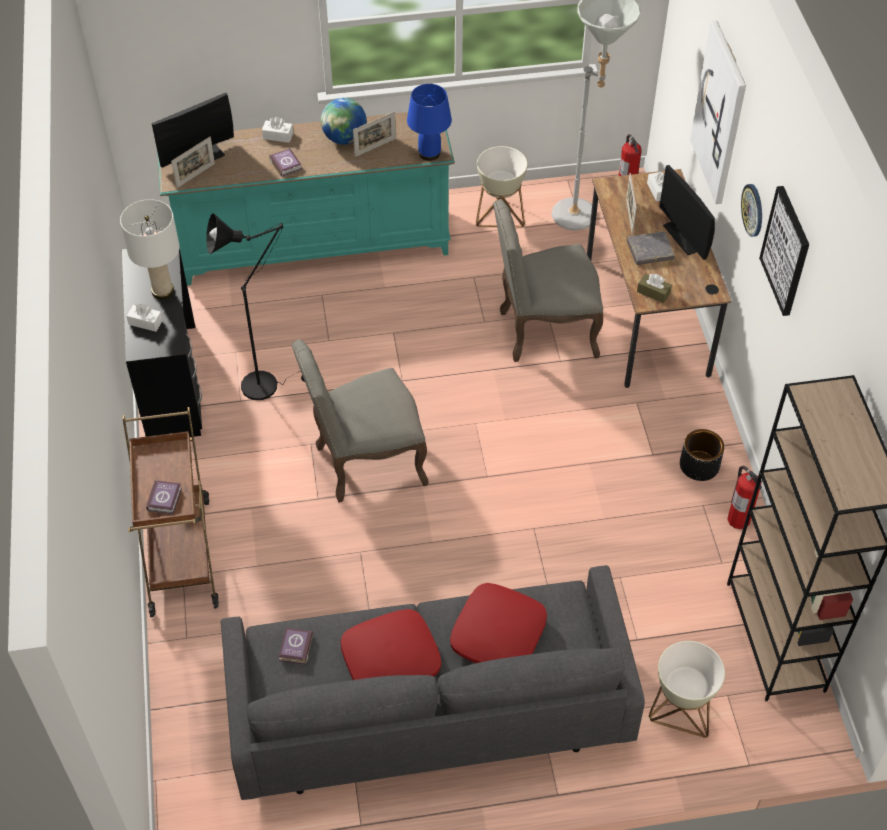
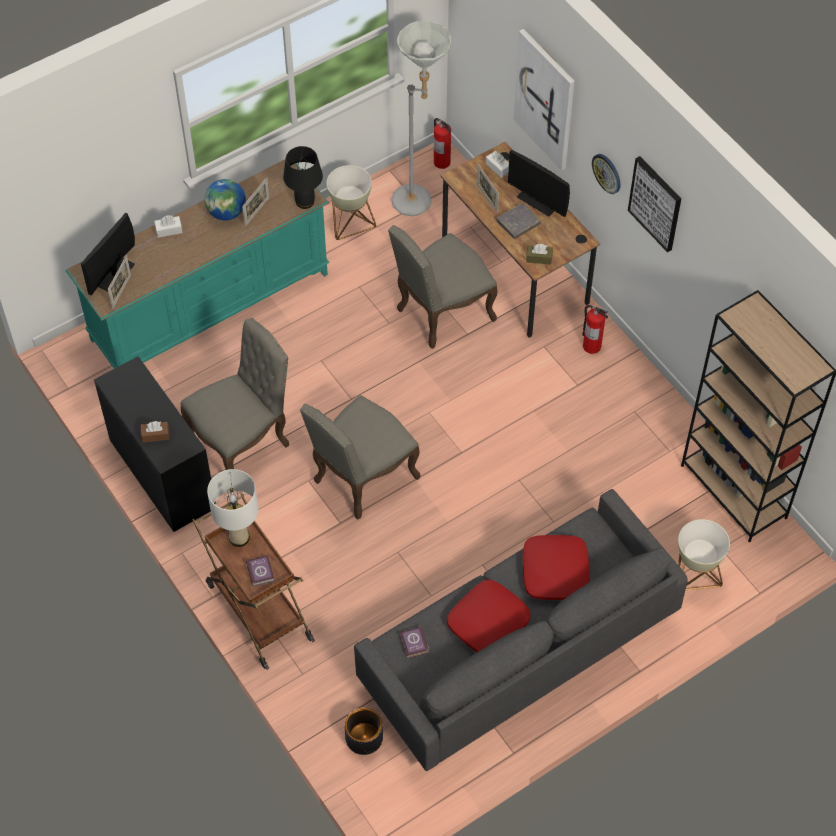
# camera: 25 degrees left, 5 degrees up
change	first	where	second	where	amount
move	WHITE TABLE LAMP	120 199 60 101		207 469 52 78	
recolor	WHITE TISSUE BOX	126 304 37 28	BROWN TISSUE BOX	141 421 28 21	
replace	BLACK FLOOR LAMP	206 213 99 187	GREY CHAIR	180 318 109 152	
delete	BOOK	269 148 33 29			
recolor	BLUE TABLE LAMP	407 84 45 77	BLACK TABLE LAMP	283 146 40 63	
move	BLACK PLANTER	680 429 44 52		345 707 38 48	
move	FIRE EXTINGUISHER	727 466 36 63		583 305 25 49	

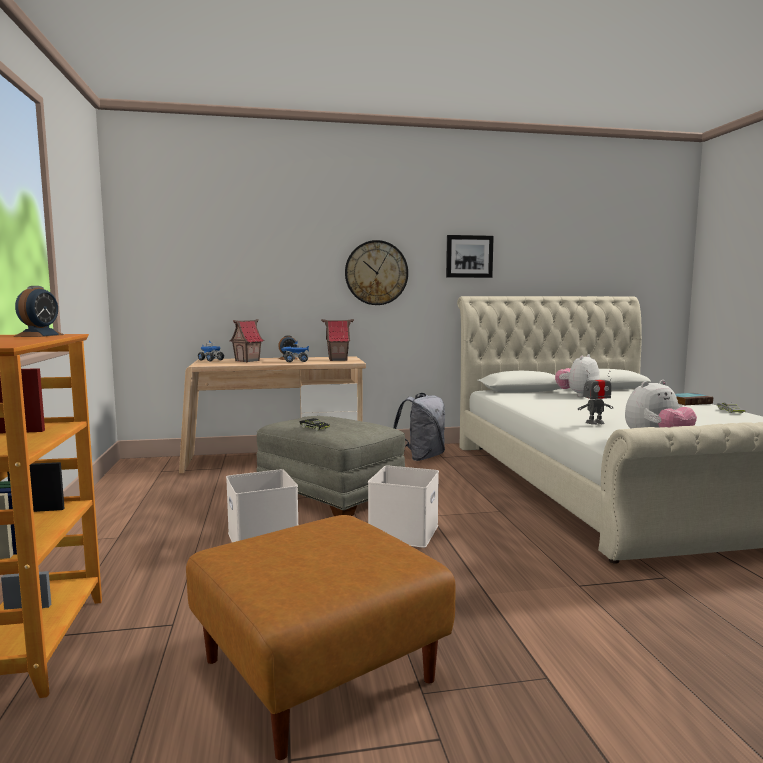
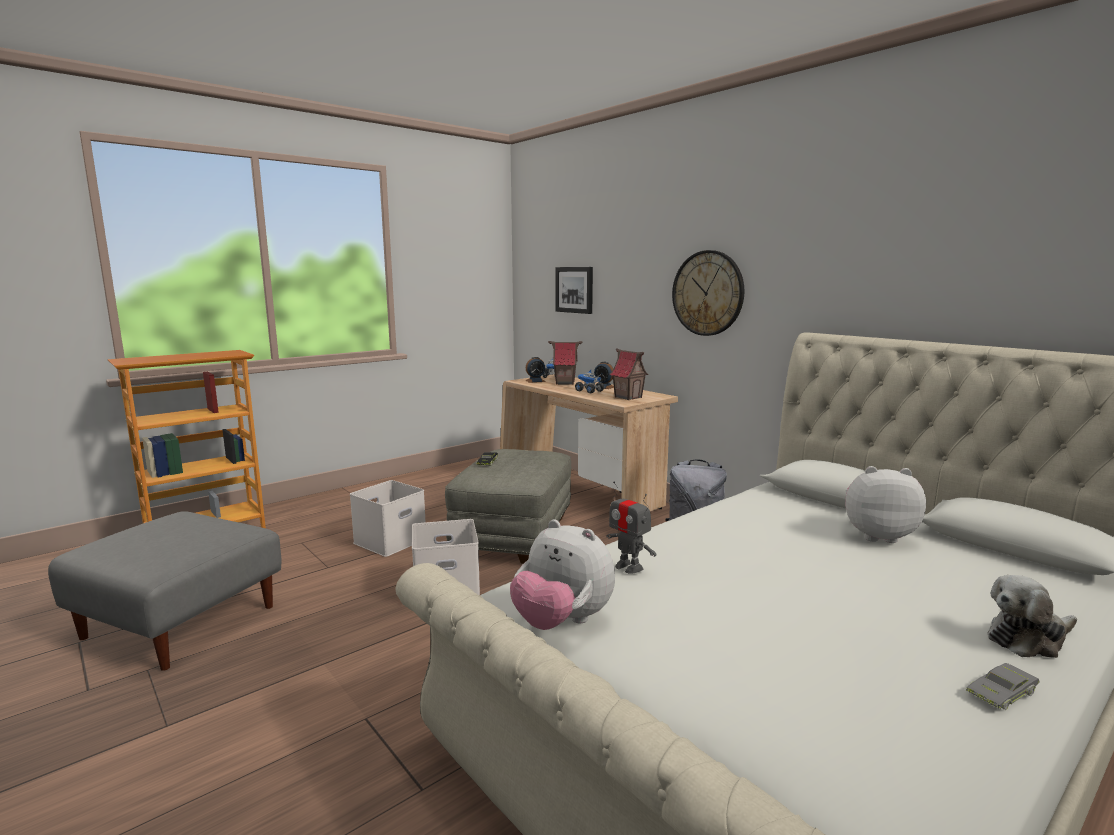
# camera: 60 degrees right, 5 degrees up
change	first	where	second	where	amount
move	ALARM CLOCK	14 286 50 51		526 357 20 26	
recolor	BROWN OTTOMAN	186 515 270 245	GREY OTTOMAN	48 511 234 160	
move	PICTURE	446 235 48 43		555 267 38 47	
replace	BOOK	675 393 38 12	PLUSH TOY	987 575 90 83	

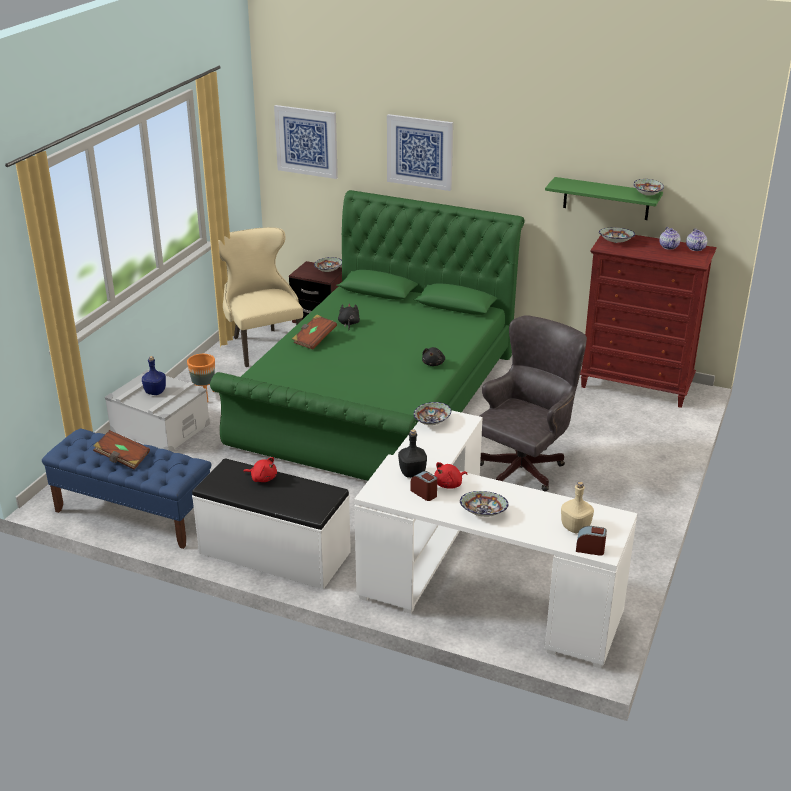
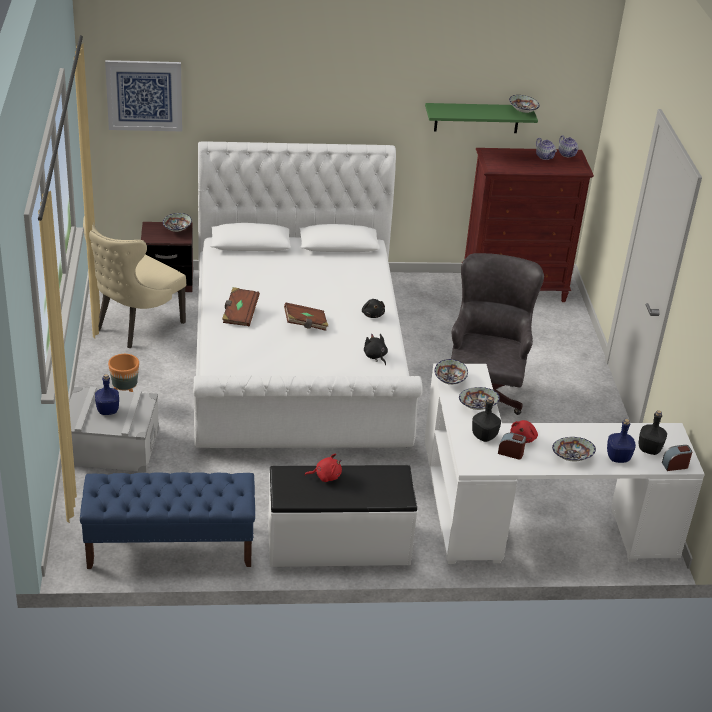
# camera: 30 degrees left, 5 degrees up
change	first	where	second	where	amount
move	BROWN BOOK	93 430 57 40		284 303 44 28	
recolor	GREEN BED	210 190 314 291	WHITE BED	193 141 230 307	
rotate	BEIGE CHAIR	218 227 85 140		83 216 103 132	90 degrees counterclockwise
move	BLACK PLUSH TOY	338 303 22 27		364 334 24 31	
delete	PICTURE	387 114 66 77			
recolor	BEIGE BOTTLE	561 482 33 51	BLACK BOTTLE	639 410 28 45	
move	BOWL	599 228 36 15		459 387 41 23	
insert			BLUE BOTTLE	607 419 29 44	

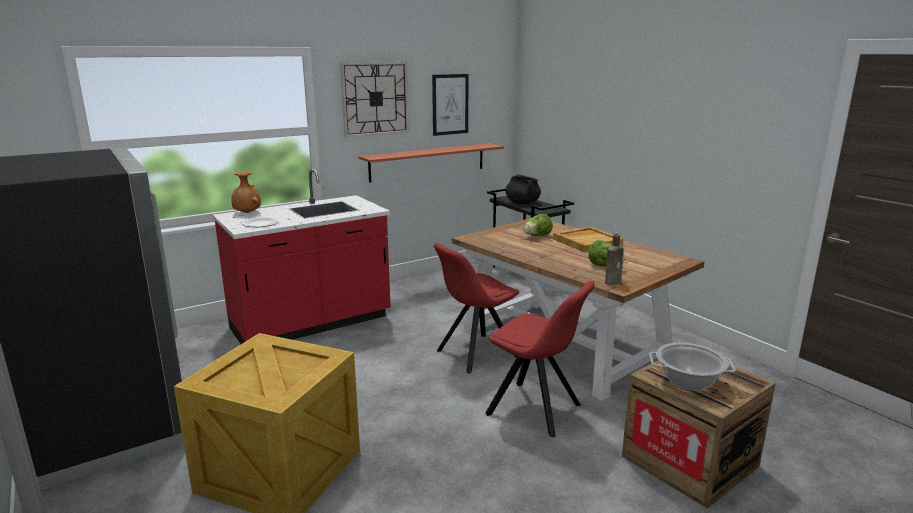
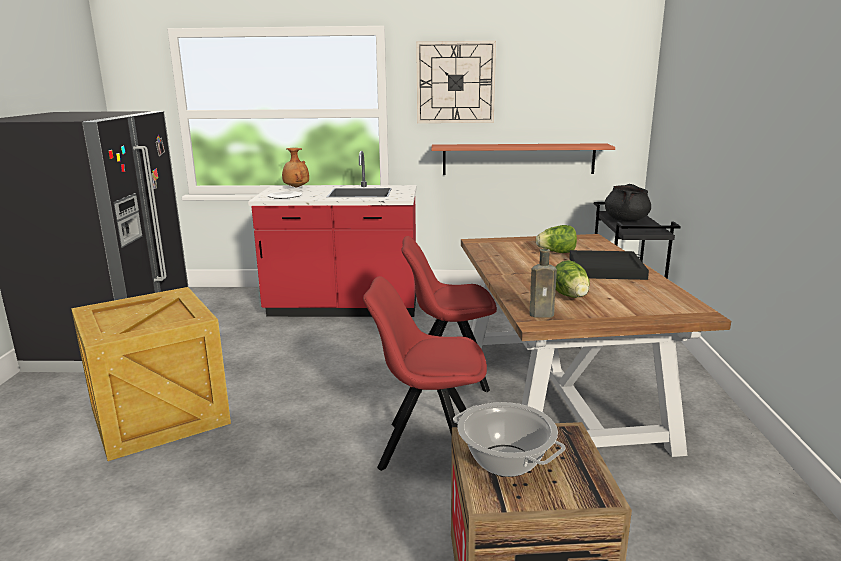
# camera: 35 degrees right, 0 degrees up
change	first	where	second	where	amount
delete	PICTURE	432 74 37 62			
rotate	RED CHAIR	485 281 110 156		363 276 124 195	120 degrees clockwise
recolor	BEIGE TRAY	553 227 70 26	BLACK TRAY	569 250 80 30	

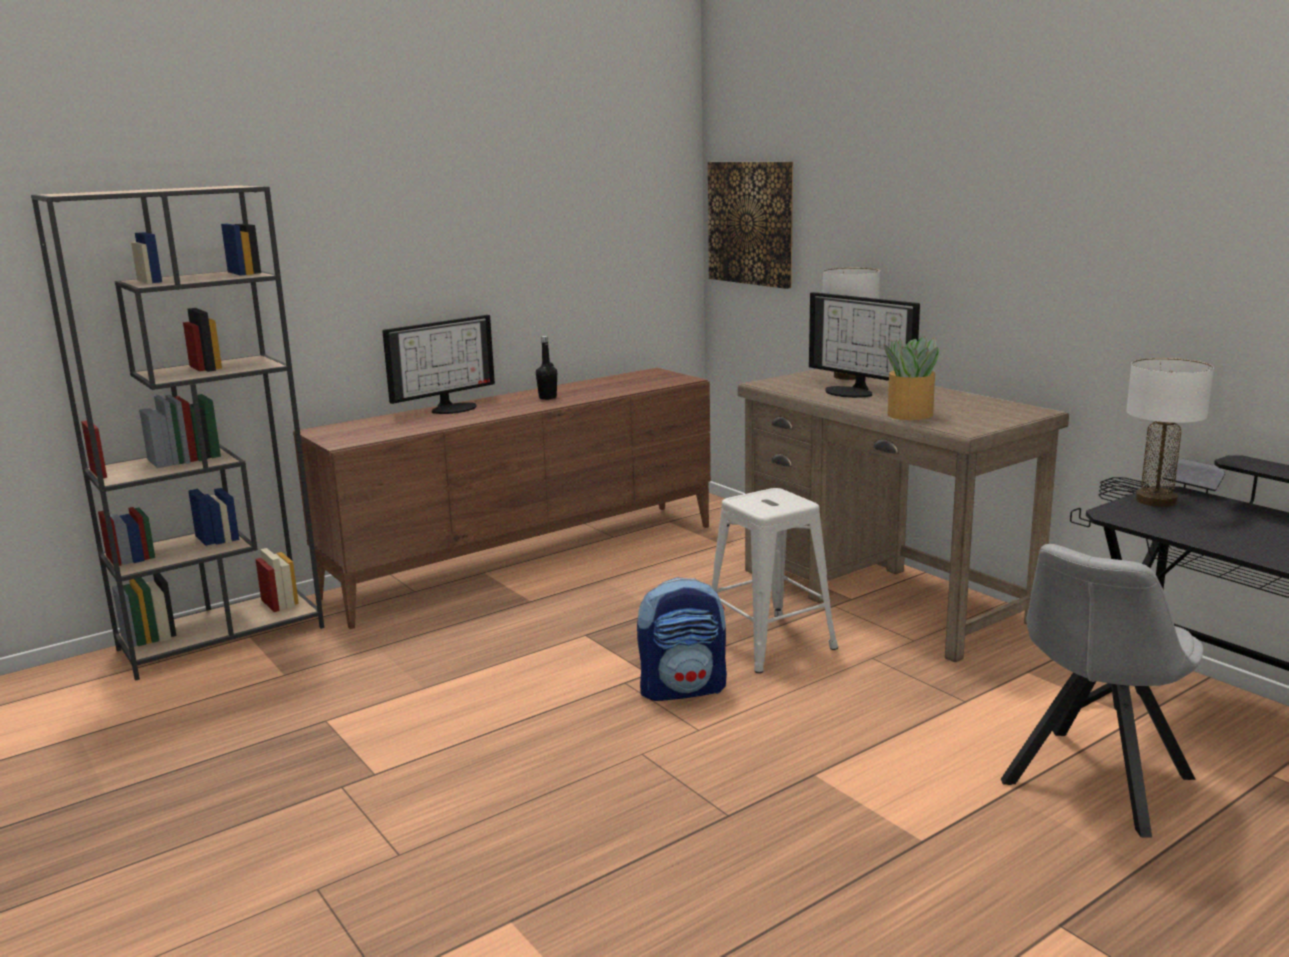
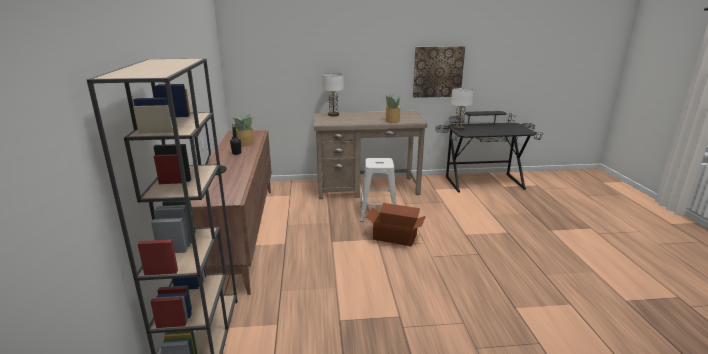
# camera: 60 degrees left, 5 degrees up
change	first	where	second	where	amount
replace	BACKPACK	637 577 90 124	CARDBOARD BOX	366 203 60 43	
move	PICTURE	708 162 85 127		413 46 52 52	
delete	MONITOR	809 292 111 106			
delete	GREY CHAIR	1001 544 202 293			
insert			POTTED PLANT	233 114 22 32	

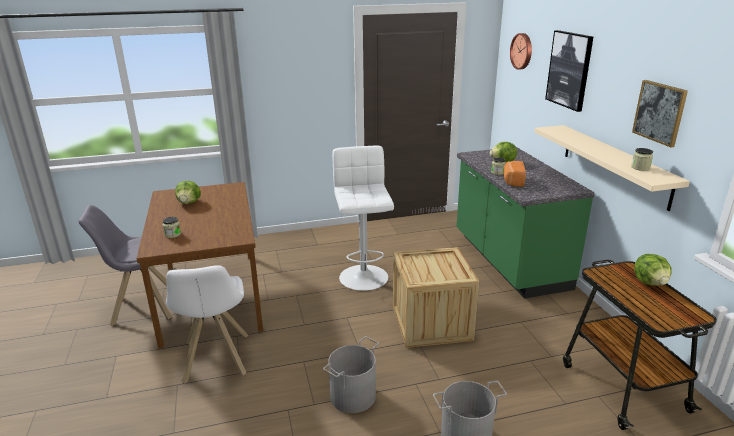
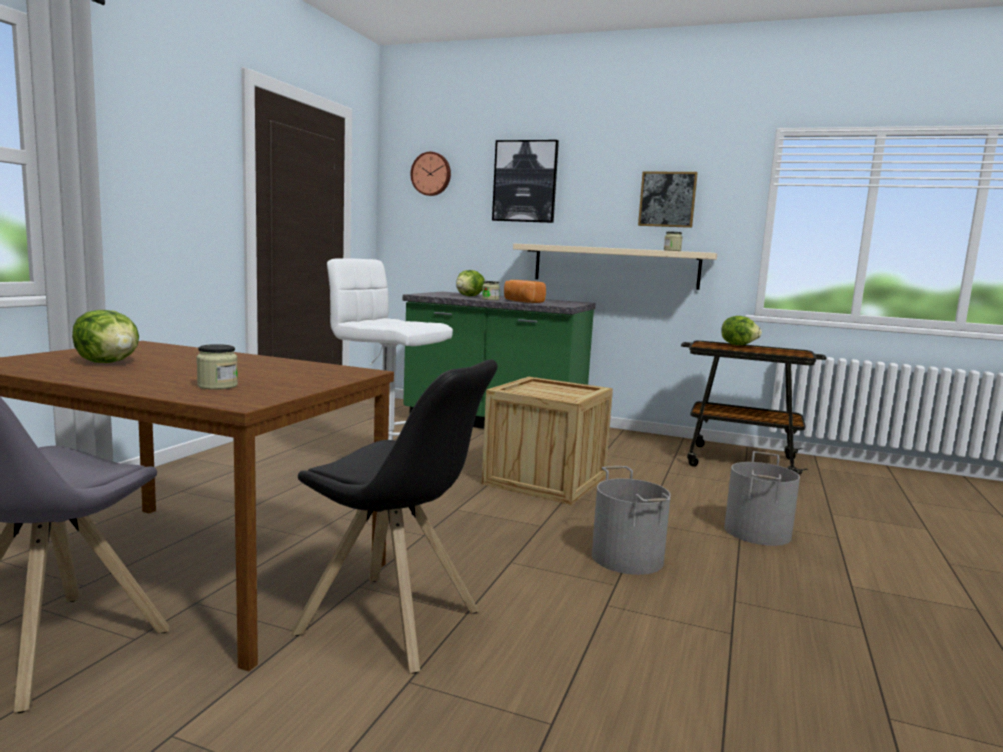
# camera: 55 degrees left, 15 degrees down
change	first	where	second	where	amount
recolor	WHITE CHAIR	166 265 83 119	BLACK CHAIR	292 359 206 315	

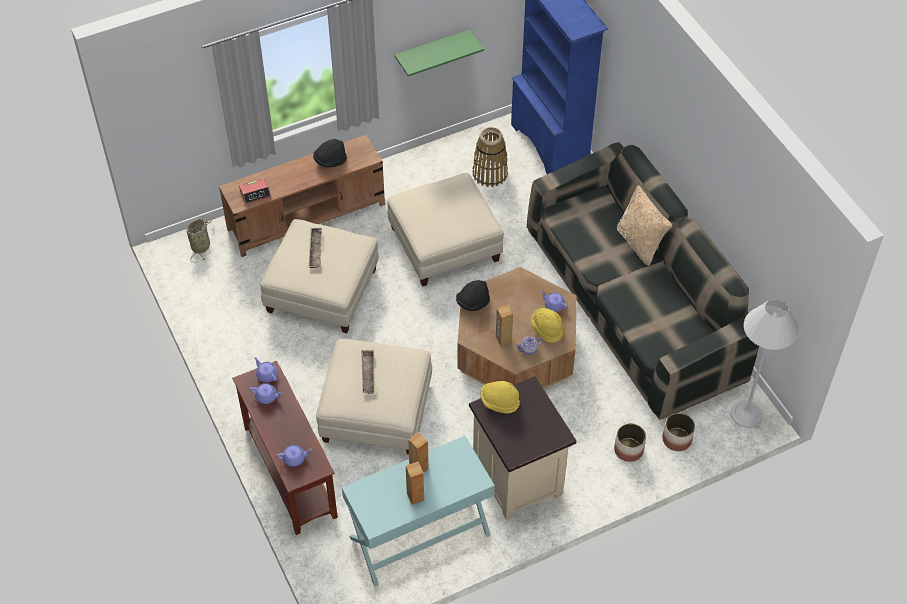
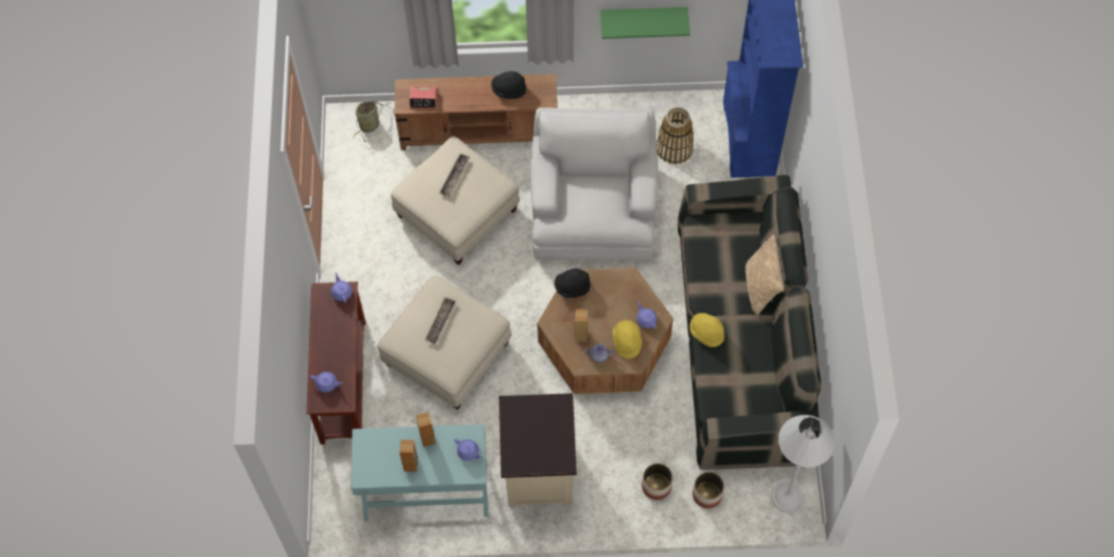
# camera: 25 degrees right, 10 degrees up
change	first	where	second	where	amount
move	PURPLE TEAPOT	250 383 33 21		454 439 29 22	
replace	BEIGE OTTOMAN	387 173 117 113	WHITE ARMCHAIR	531 108 127 153	
move	YELLOW HAT	480 381 40 32		690 313 35 34	

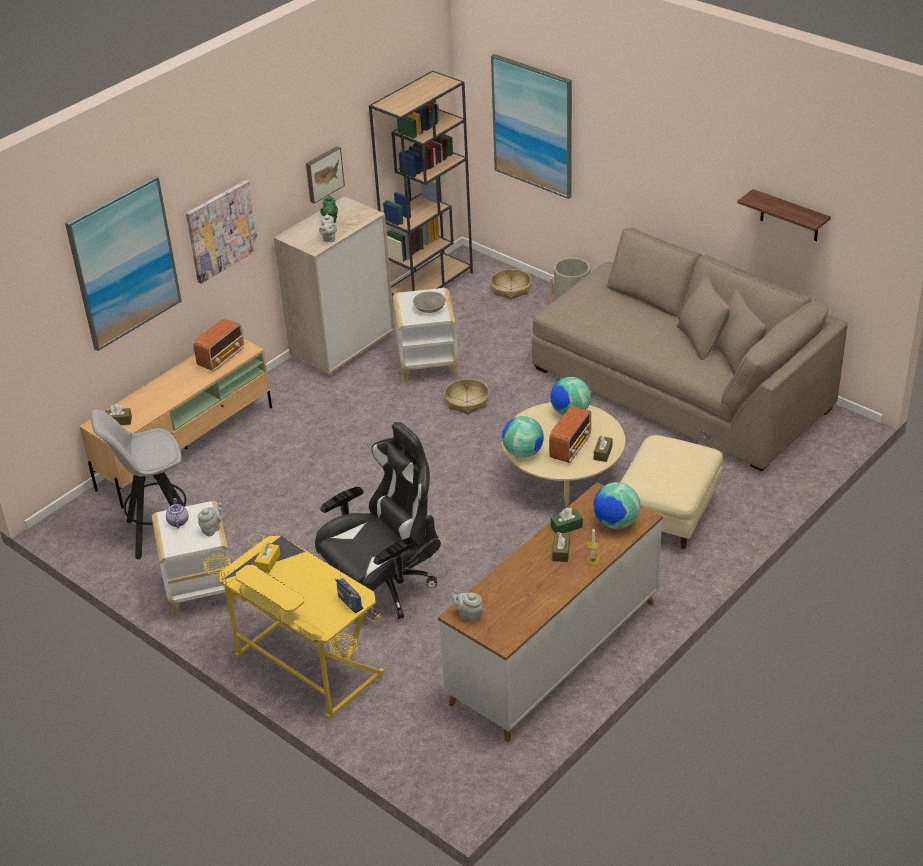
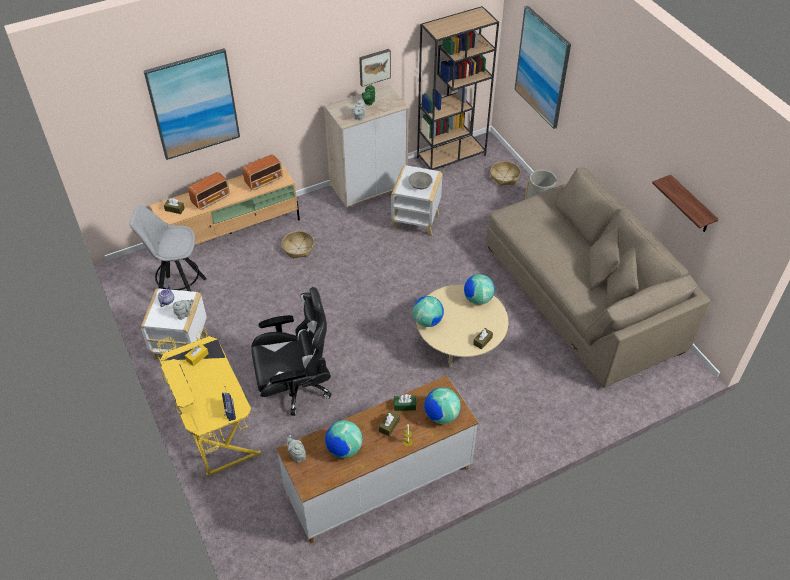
# camera: 20 degrees right, 10 degrees up
change	first	where	second	where	amount
delete	PICTURE	186 180 73 104			
move	BASKET	444 379 45 36		282 231 32 28	
move	RADIO	549 406 42 57		188 172 42 38	
delete	BEIGE OTTOMAN	620 435 103 114			
insert			GLOBE	325 420 37 38	

